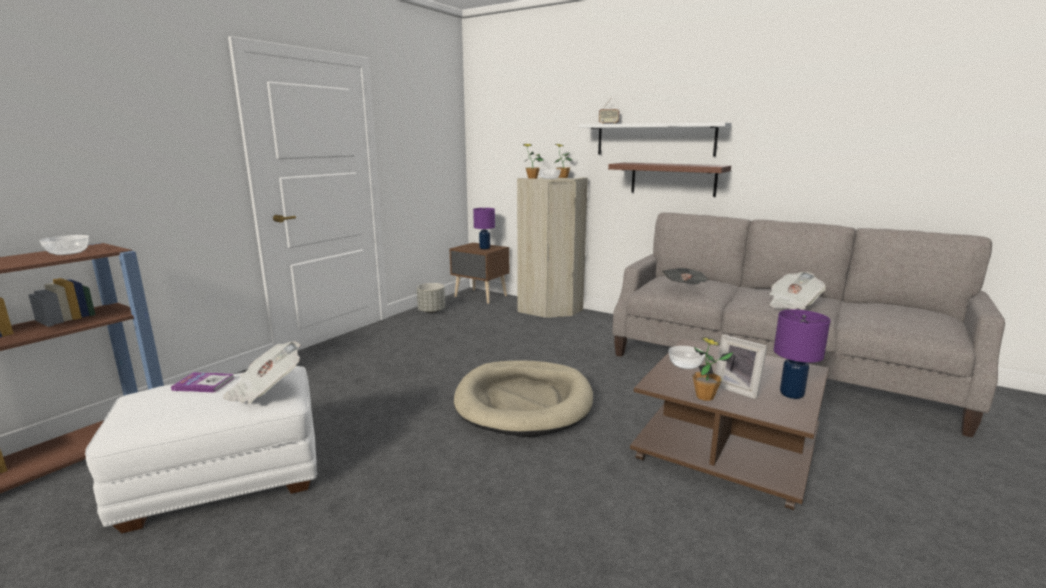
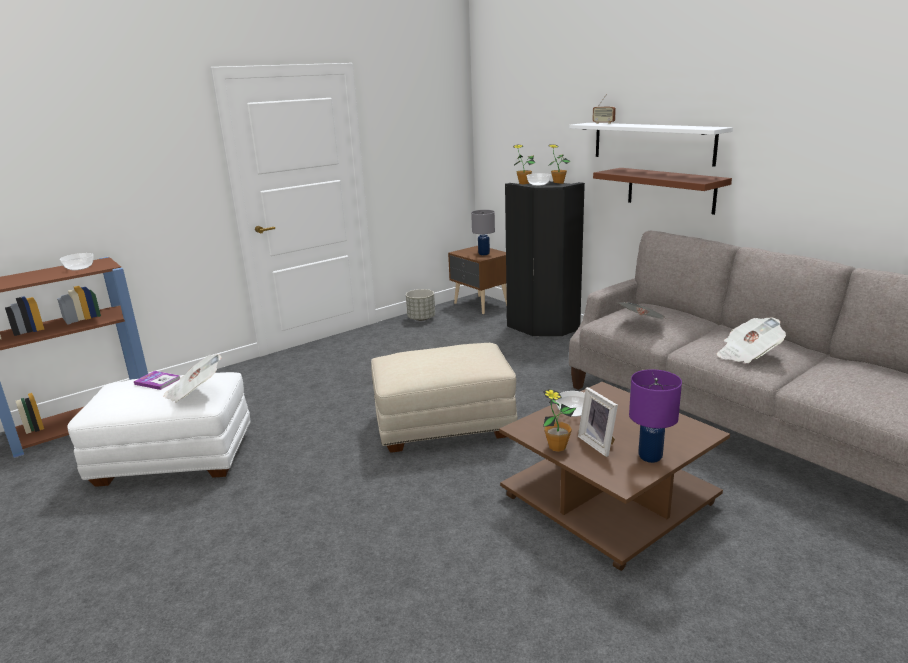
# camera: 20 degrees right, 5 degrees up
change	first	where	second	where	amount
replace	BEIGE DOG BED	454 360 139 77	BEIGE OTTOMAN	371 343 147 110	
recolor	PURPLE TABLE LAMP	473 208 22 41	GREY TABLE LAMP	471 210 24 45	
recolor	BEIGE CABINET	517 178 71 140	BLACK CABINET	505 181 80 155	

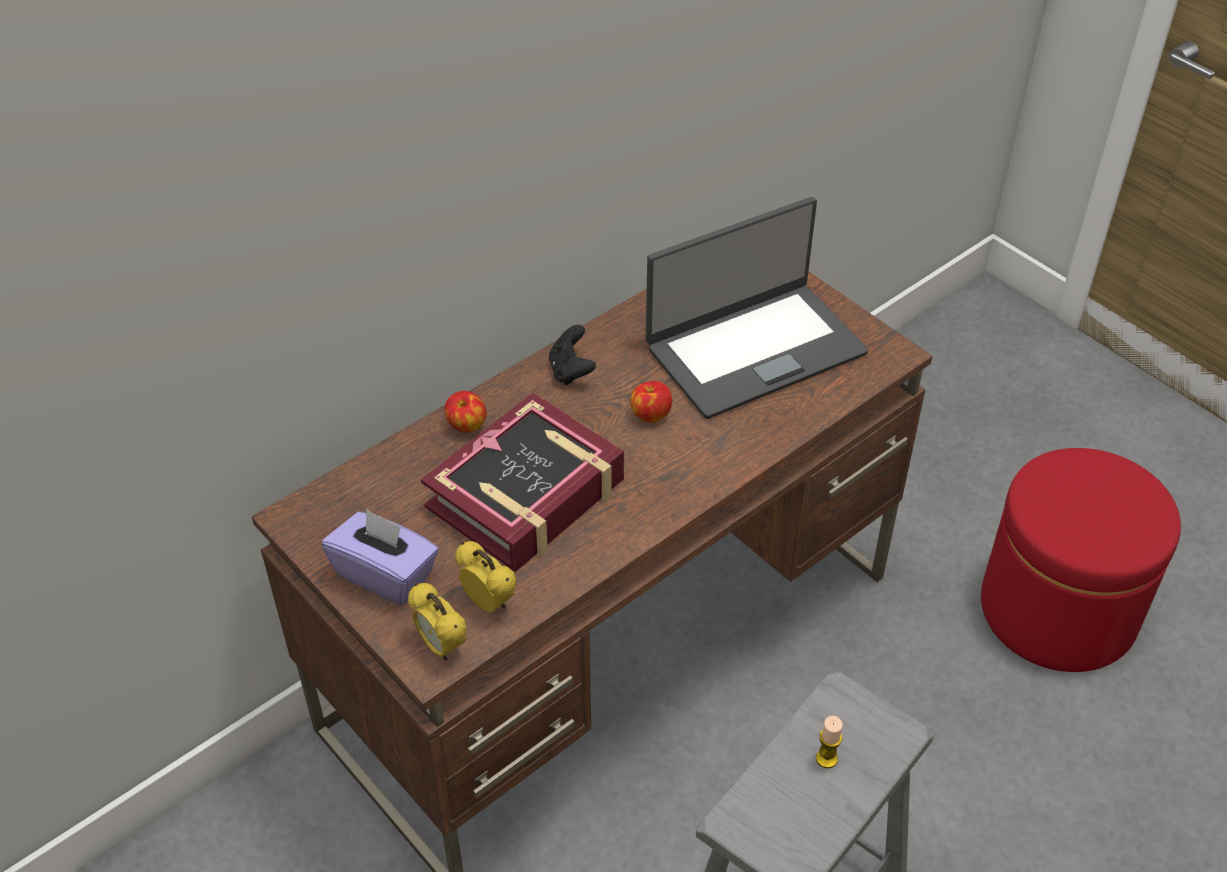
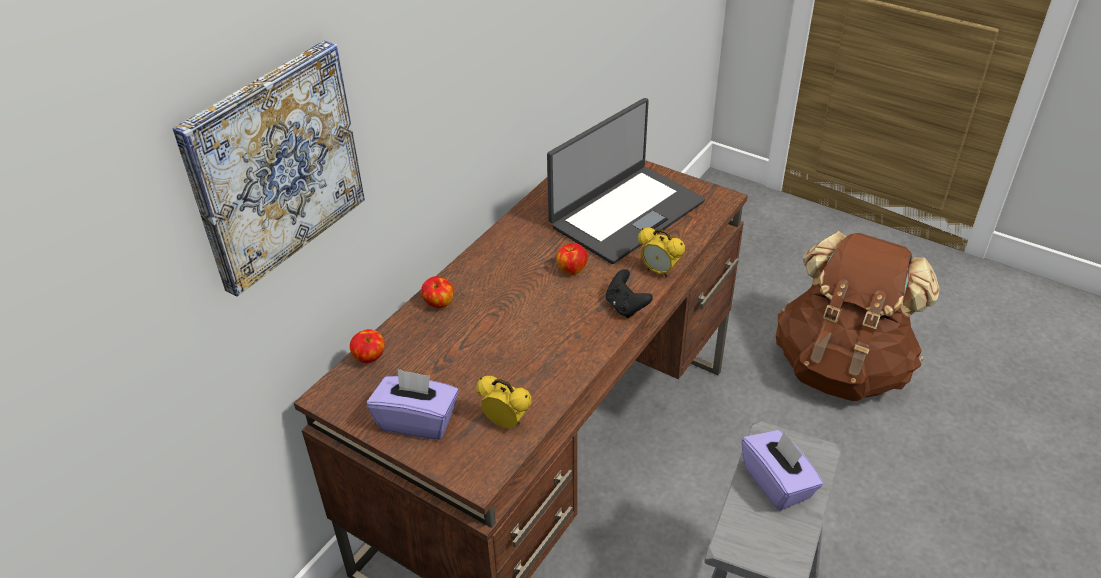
# camera: 15 degrees left, 5 degrees down
change	first	where	second	where	amount
move	ALARM CLOCK	408 583 59 78		638 228 47 50	
delete	BOOK	421 393 203 179			
move	BLACK GAME CONTROLLER	549 325 47 60		606 269 47 49	
replace	CANDLE	816 716 27 52	PURPLE TISSUE BOX	741 430 82 81	
replace	RED OTTOMAN	981 448 200 224	BROWN BACKPACK	776 231 163 170	
insert			PICTURE	172 41 193 256	
insert			APPLE	350 329 35 34	

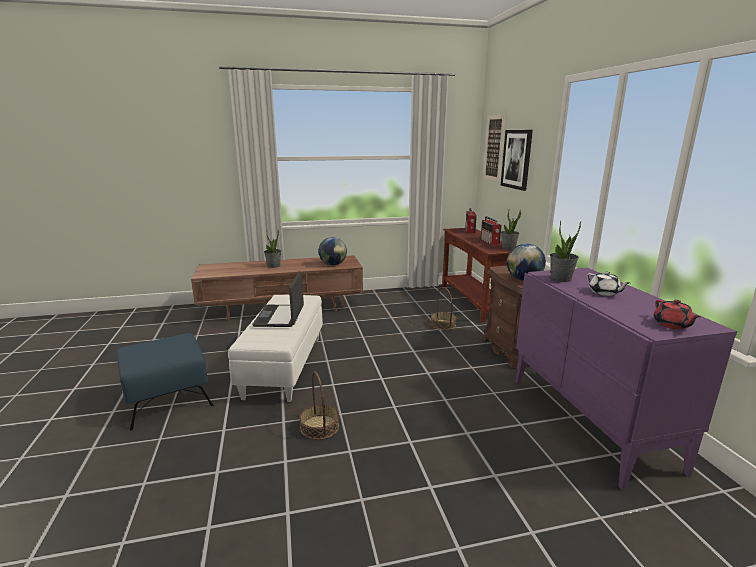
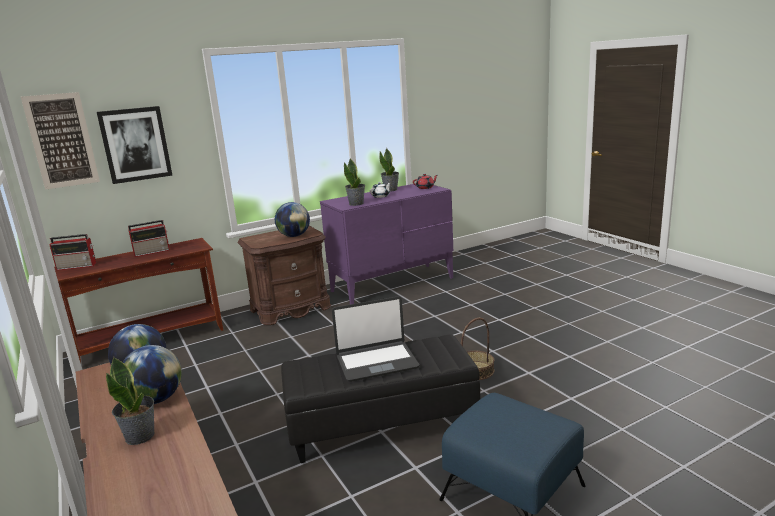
# camera: 105 degrees left, 0 degrees up
change	first	where	second	where	amount
recolor	WHITE OTTOMAN	228 295 95 107	BLACK OTTOMAN	281 334 199 129	
delete	BASKET	431 287 26 43			
move	POTTED PLANT	501 209 20 41		380 148 19 44	
insert			GLOBE	123 345 59 59	

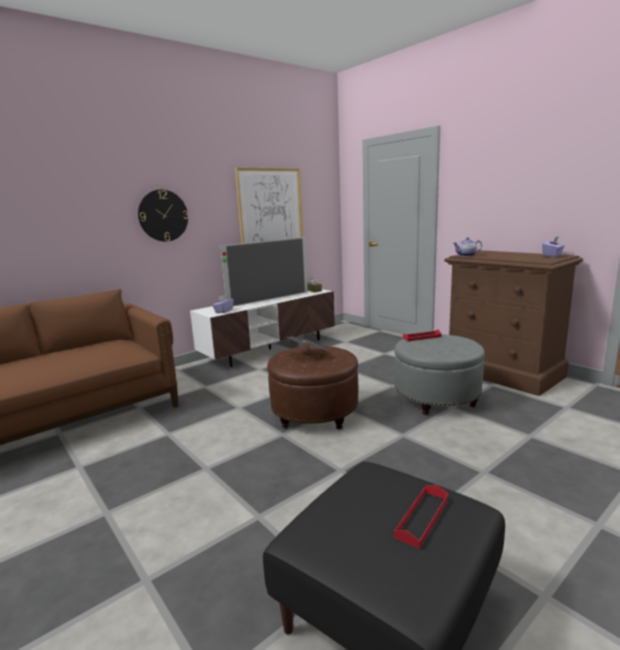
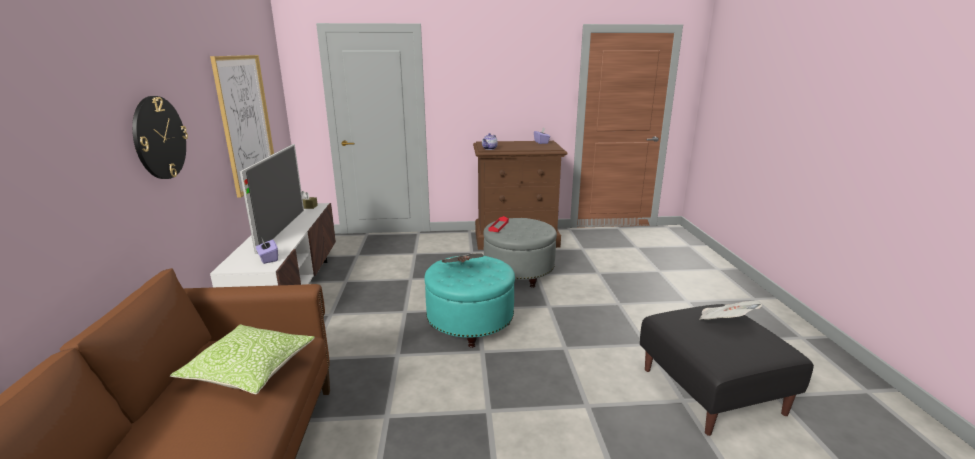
# camera: 55 degrees left, 5 degrees up
change	first	where	second	where	amount
recolor	BROWN OTTOMAN	267 346 91 84	TURQUOISE OTTOMAN	424 255 91 93	
replace	RED TRAY	394 485 54 64	NEWSPAPER	699 300 63 20	
insert			PILLOW	170 324 145 70	

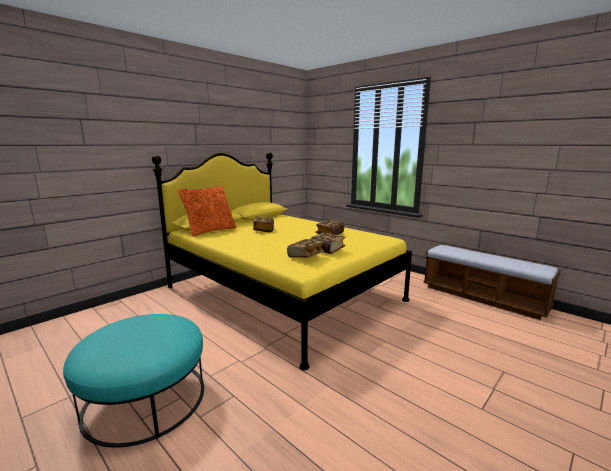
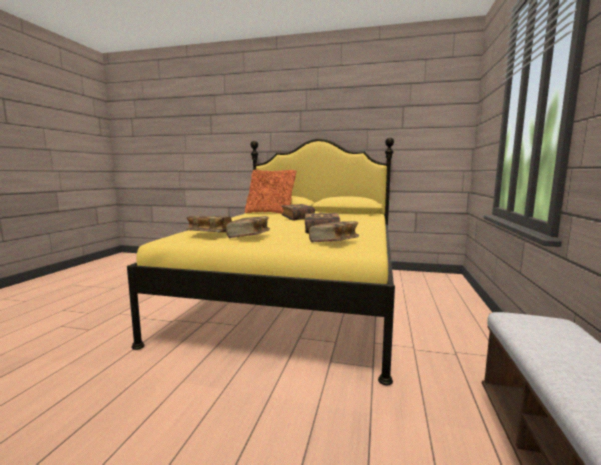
# camera: 60 degrees right, 5 degrees down
change	first	where	second	where	amount
delete	TURQUOISE OTTOMAN	63 314 141 134			
insert			BOOK	309 221 50 21	

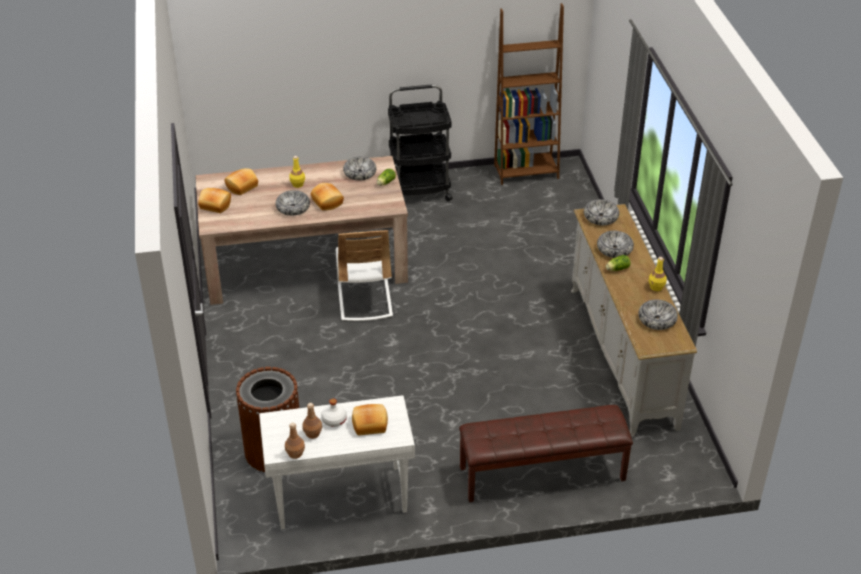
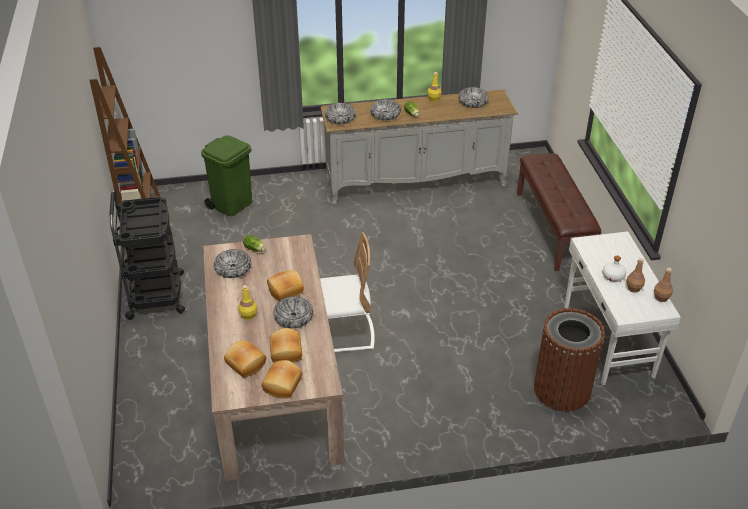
# camera: 90 degrees left, 0 degrees up
change	first	where	second	where	amount
move	BREAD	352 404 36 31		270 328 32 35	
insert			GREEN TRASH CAN	201 135 51 81	

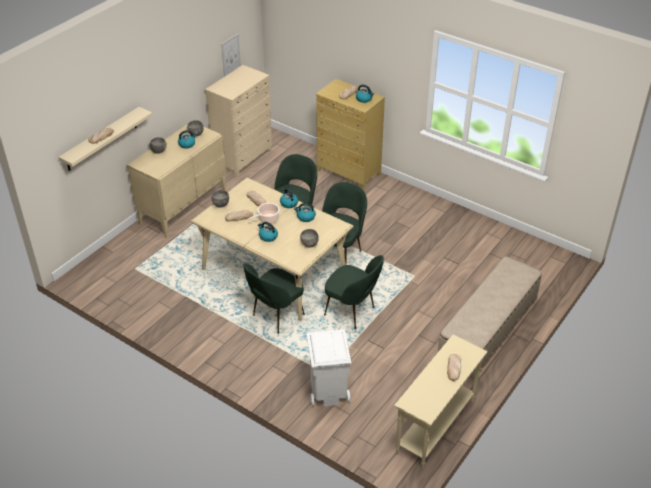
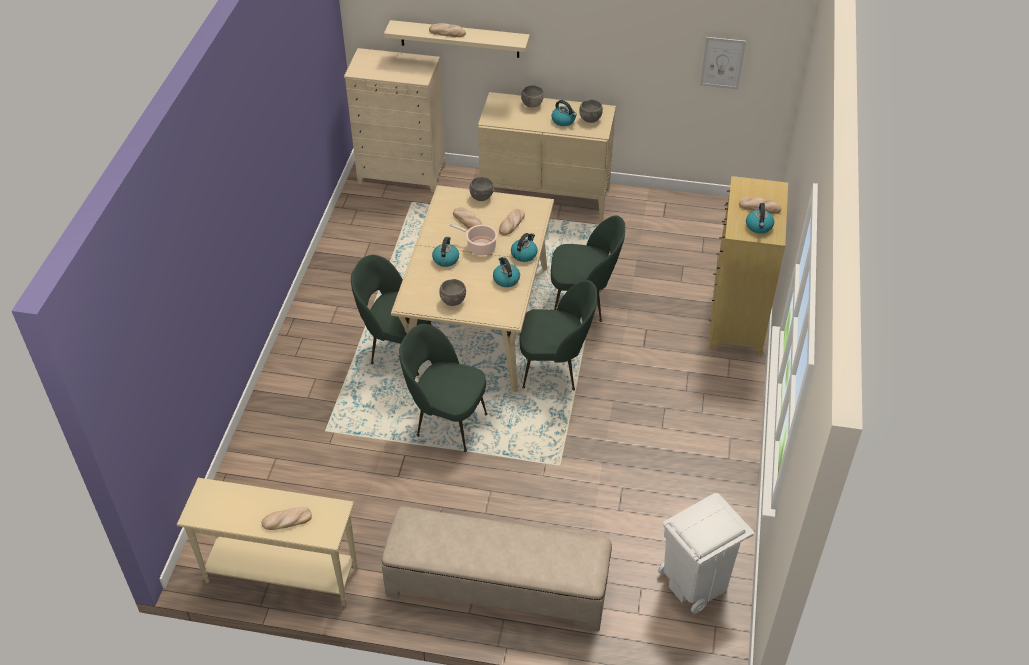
# camera: 65 degrees right, 5 degrees up
change	first	where	second	where	amount
move	BEIGE DRESSER	205 65 67 112		344 48 101 145	
move	WHITE TRASH CAN	306 329 46 77		658 493 96 121	
rotate	GREEN CHAIR	324 255 60 74		399 324 88 128	105 degrees clockwise

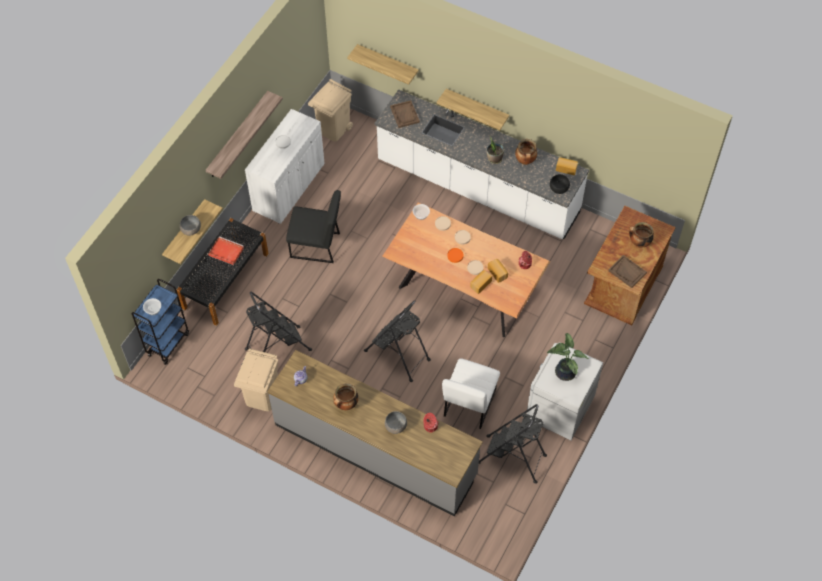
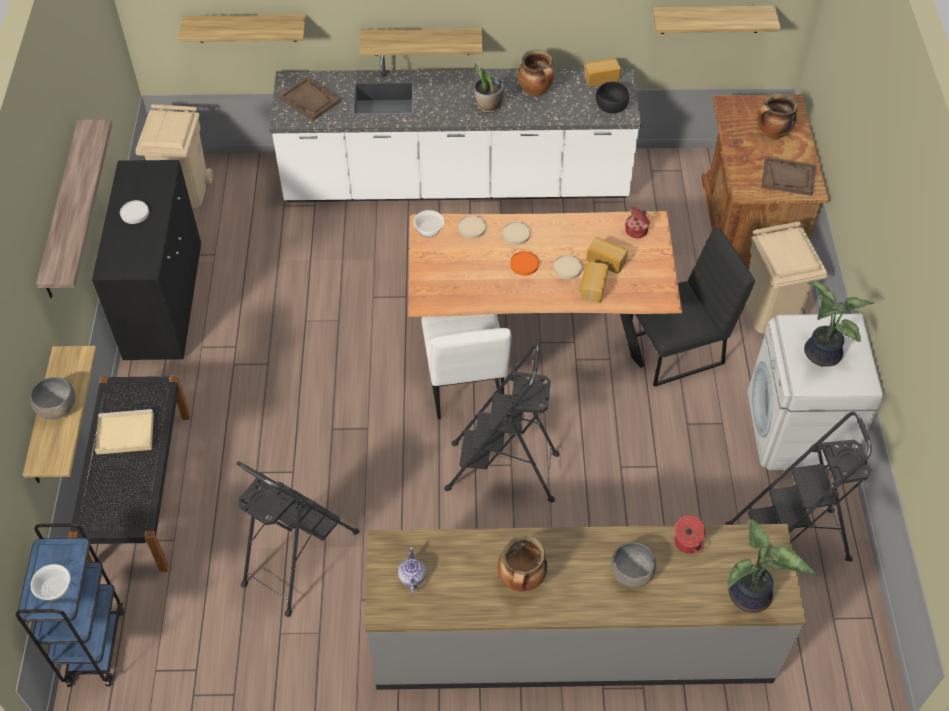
# camera: 30 degrees left, 5 degrees down
change	first	where	second	where	amount
recolor	RED TRAY	208 236 36 29	BEIGE TRAY	95 409 59 45	
move	BEIGE TRASH CAN	234 349 44 62		744 221 84 112	
recolor	WHITE CABINET	245 109 80 115	BLACK CABINET	92 160 109 201	
move	BLACK CHAIR	286 190 55 73		626 228 129 159	
move	WHITE CHAIR	442 358 58 71		421 314 91 105	
insert			SHELF	652 6 129 28	
insert			POTTED PLANT	727 519 90 94	

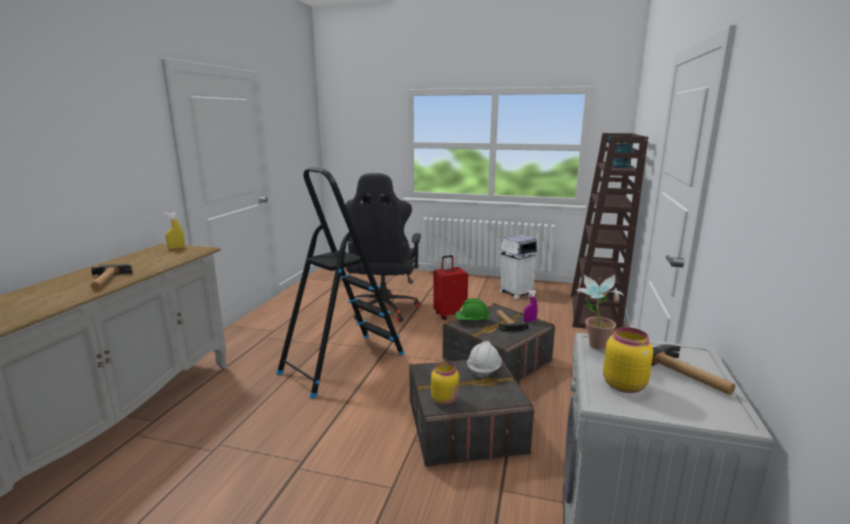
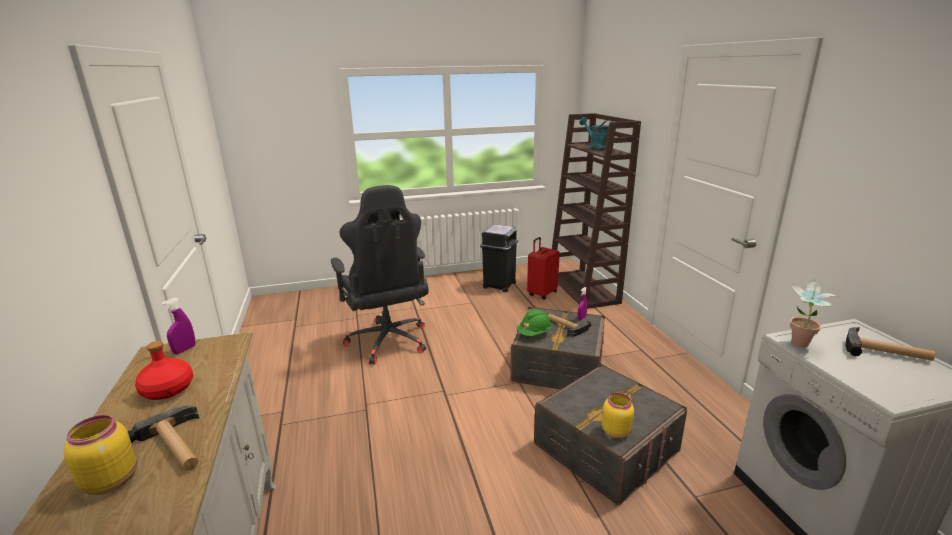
# camera: 30 degrees left, 5 degrees up
change	first	where	second	where	amount
recolor	YELLOW SPRAY BOTTLE	164 212 21 37	PURPLE SPRAY BOTTLE	161 298 35 56	
delete	BLACK STEP LADDER	276 167 128 232			
move	RED SUITCASE	433 255 35 65		527 237 33 63	
delete	WHITE HARD HAT	467 341 35 39			
recolor	WHITE TRASH CAN	499 234 40 65	BLACK TRASH CAN	480 224 38 68	
move	YELLOW JAR	603 327 50 66		64 415 73 80	
insert			RED BOTTLE	135 341 58 59	

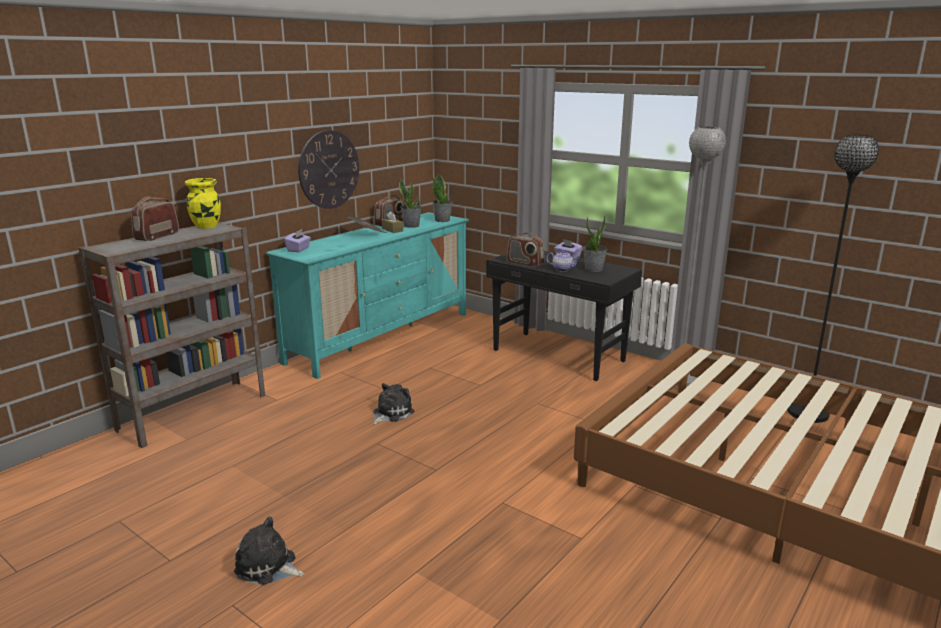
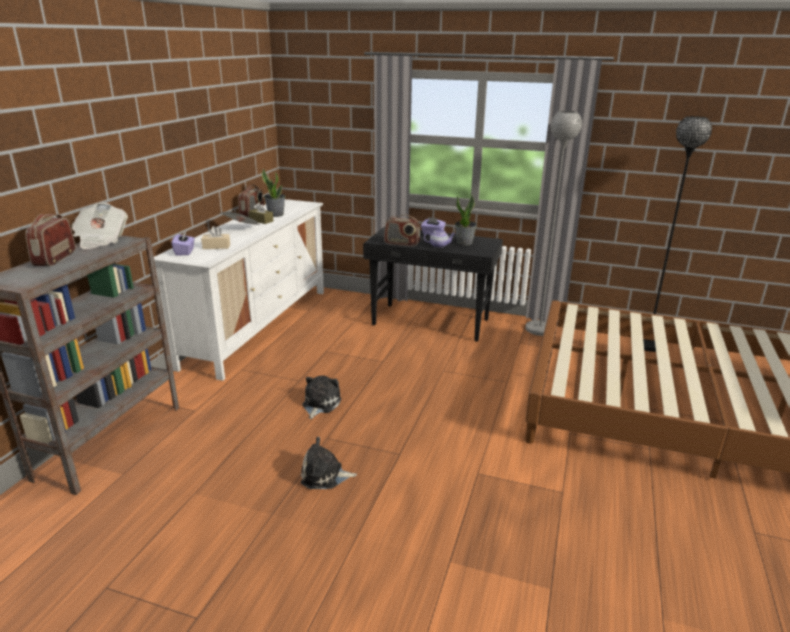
# camera: 20 degrees left, 5 degrees up
change	first	where	second	where	amount
replace	YELLOW VASE	185 178 36 51	NEWSPAPER	71 203 57 46	
move	PLUSH TOY	234 516 70 69		301 437 56 52	
recolor	TURQUOISE DRESSER	266 212 203 167	WHITE DRESSER	154 199 170 182	
delete	WALL CLOCK	298 130 61 79			
delete	POTTED PLANT	432 173 21 49			
insert			BEIGE TISSUE BOX	201 226 29 23	

